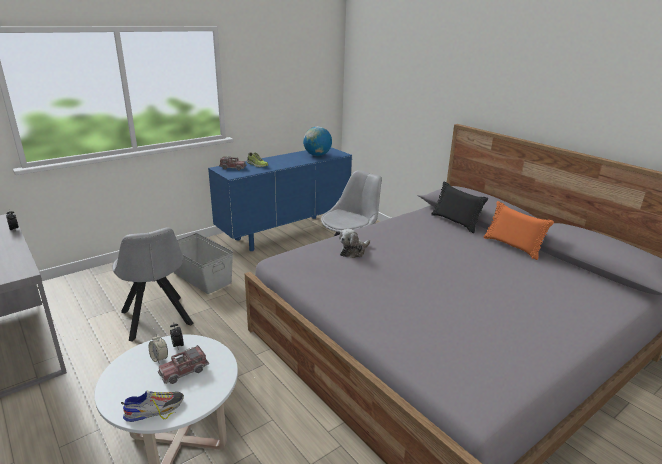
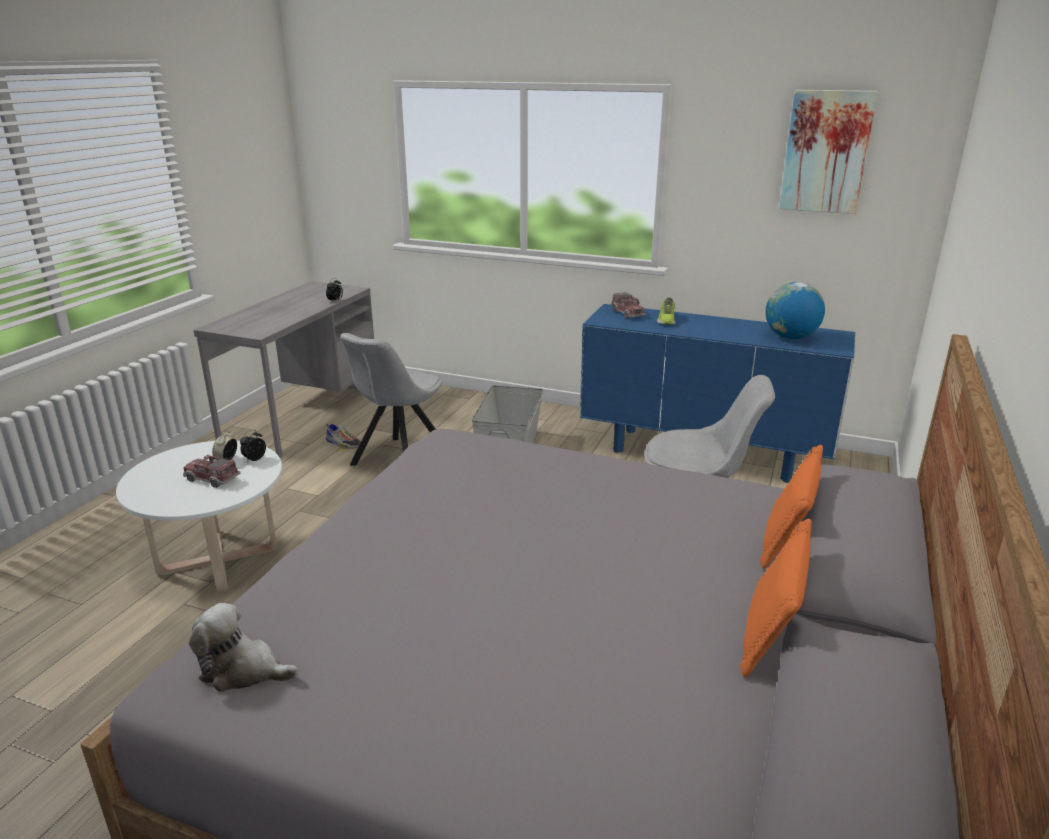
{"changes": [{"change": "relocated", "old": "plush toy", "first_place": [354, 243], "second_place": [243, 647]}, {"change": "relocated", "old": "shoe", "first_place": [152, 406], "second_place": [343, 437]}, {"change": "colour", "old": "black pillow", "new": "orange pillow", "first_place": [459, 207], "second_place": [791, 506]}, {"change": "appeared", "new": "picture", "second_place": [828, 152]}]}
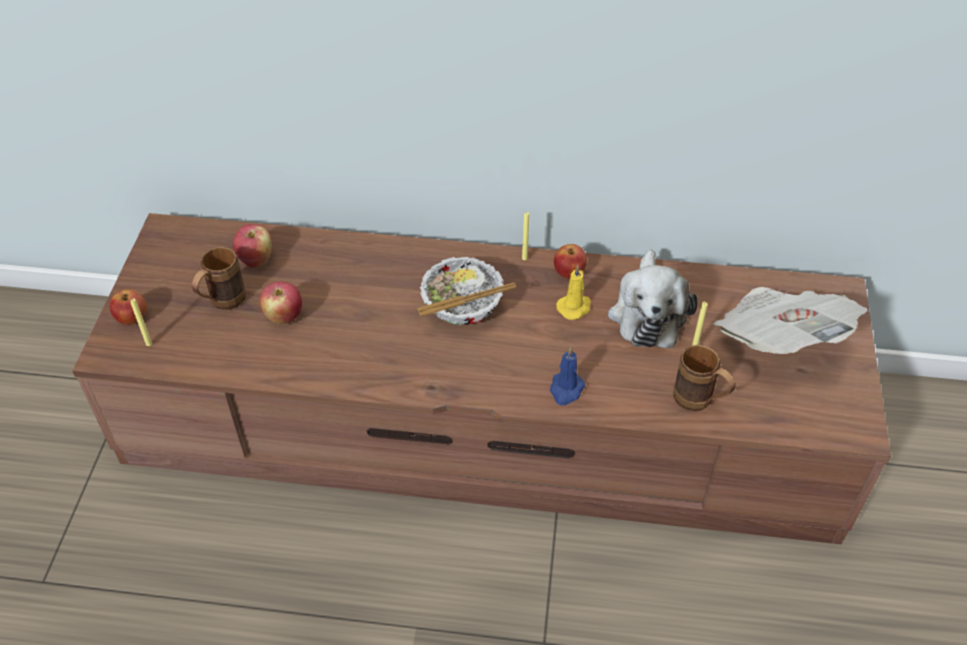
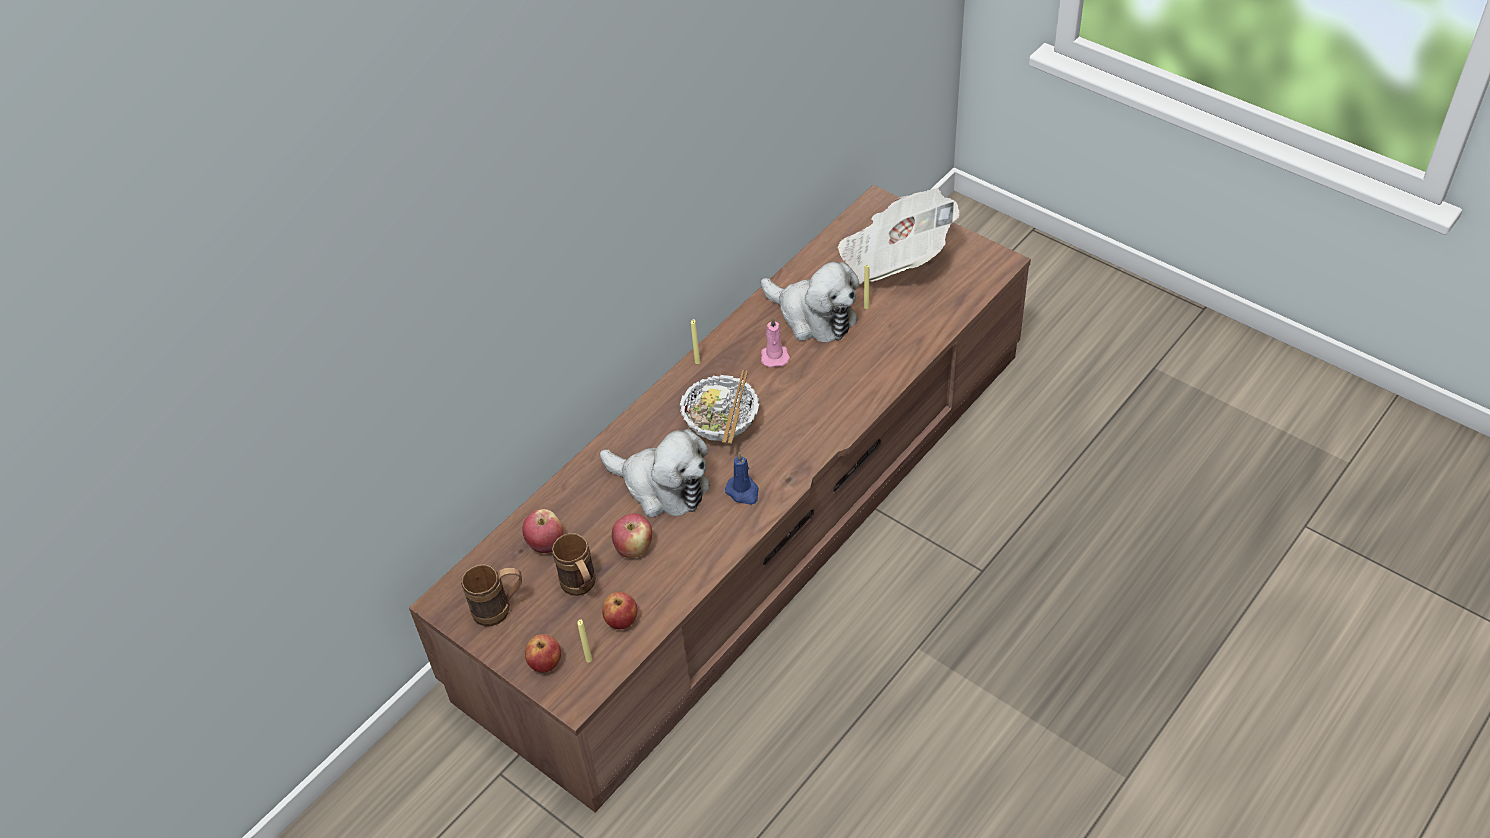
{"changes": [{"change": "relocated", "old": "brown mug", "first_place": [704, 378], "second_place": [491, 595]}, {"change": "appeared", "new": "plush toy", "second_place": [655, 473]}, {"change": "relocated", "old": "apple", "first_place": [570, 261], "second_place": [620, 611]}, {"change": "relocated", "old": "blue candle", "first_place": [567, 376], "second_place": [742, 478]}, {"change": "colour", "old": "yellow candle", "new": "pink candle", "first_place": [573, 292], "second_place": [775, 342]}]}
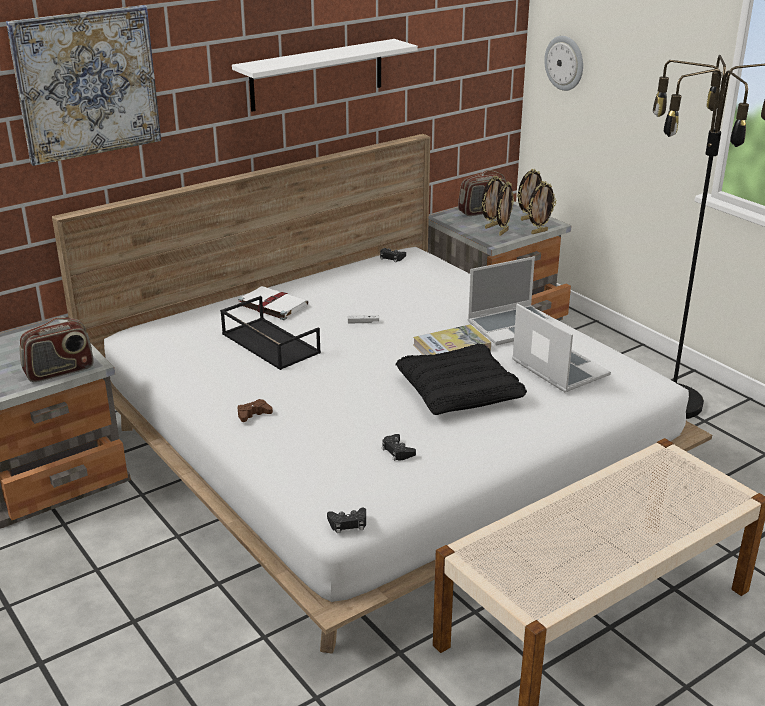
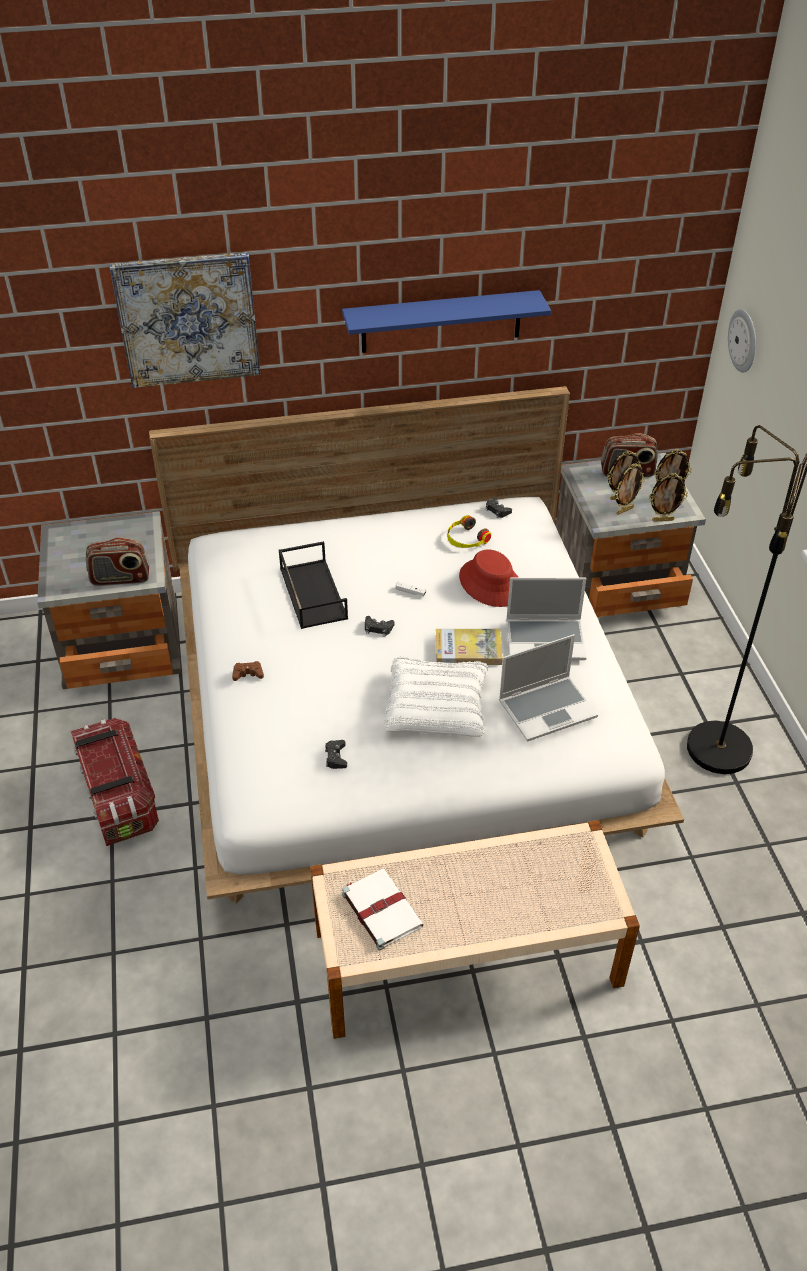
{"changes": [{"change": "appeared", "new": "storage box", "second_place": [115, 782]}, {"change": "colour", "old": "white shelf", "new": "blue shelf", "first_place": [325, 75], "second_place": [446, 321]}, {"change": "relocated", "old": "white book", "first_place": [273, 303], "second_place": [383, 909]}, {"change": "relocated", "old": "black game controller", "first_place": [346, 520], "second_place": [379, 626]}, {"change": "colour", "old": "black pillow", "new": "white pillow", "first_place": [461, 379], "second_place": [436, 696]}, {"change": "appeared", "new": "headphones", "second_place": [469, 531]}, {"change": "appeared", "new": "red hat", "second_place": [489, 578]}, {"change": "spun", "old": "laptop", "first_place": [561, 347], "second_place": [548, 688], "degrees": 75}]}
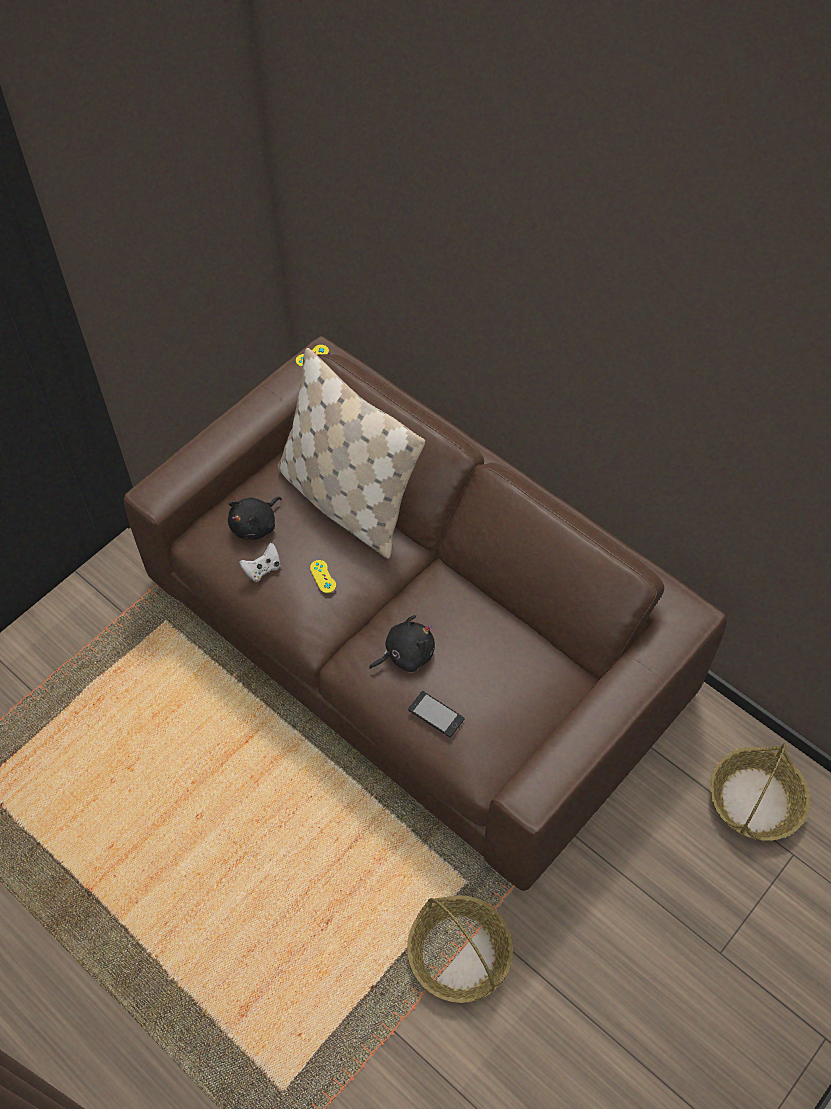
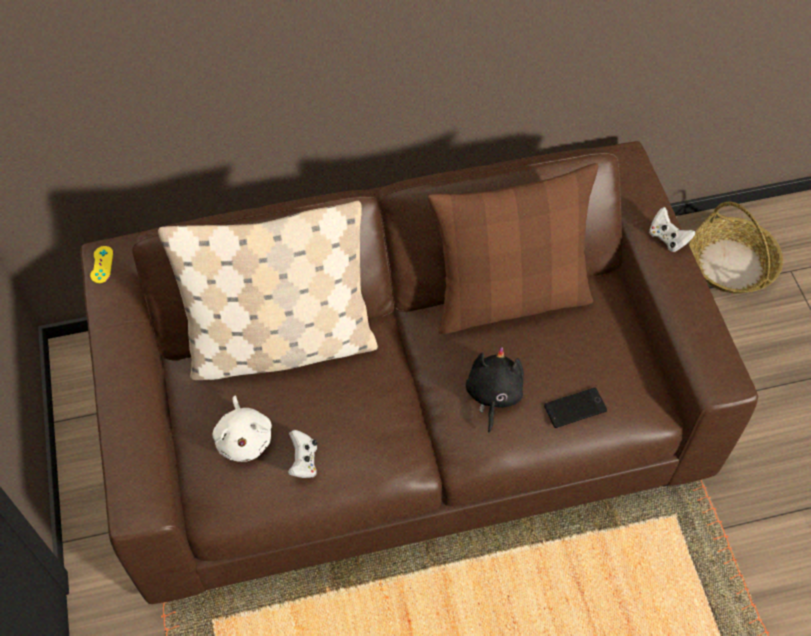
{"changes": [{"change": "colour", "old": "black plush toy", "new": "white plush toy", "first_place": [254, 518], "second_place": [242, 428]}, {"change": "appeared", "new": "brown pillow", "second_place": [513, 248]}, {"change": "appeared", "new": "white game controller", "second_place": [672, 229]}, {"change": "missing", "old": "yellow game controller", "first_place": [323, 576]}, {"change": "missing", "old": "basket", "first_place": [460, 949]}]}
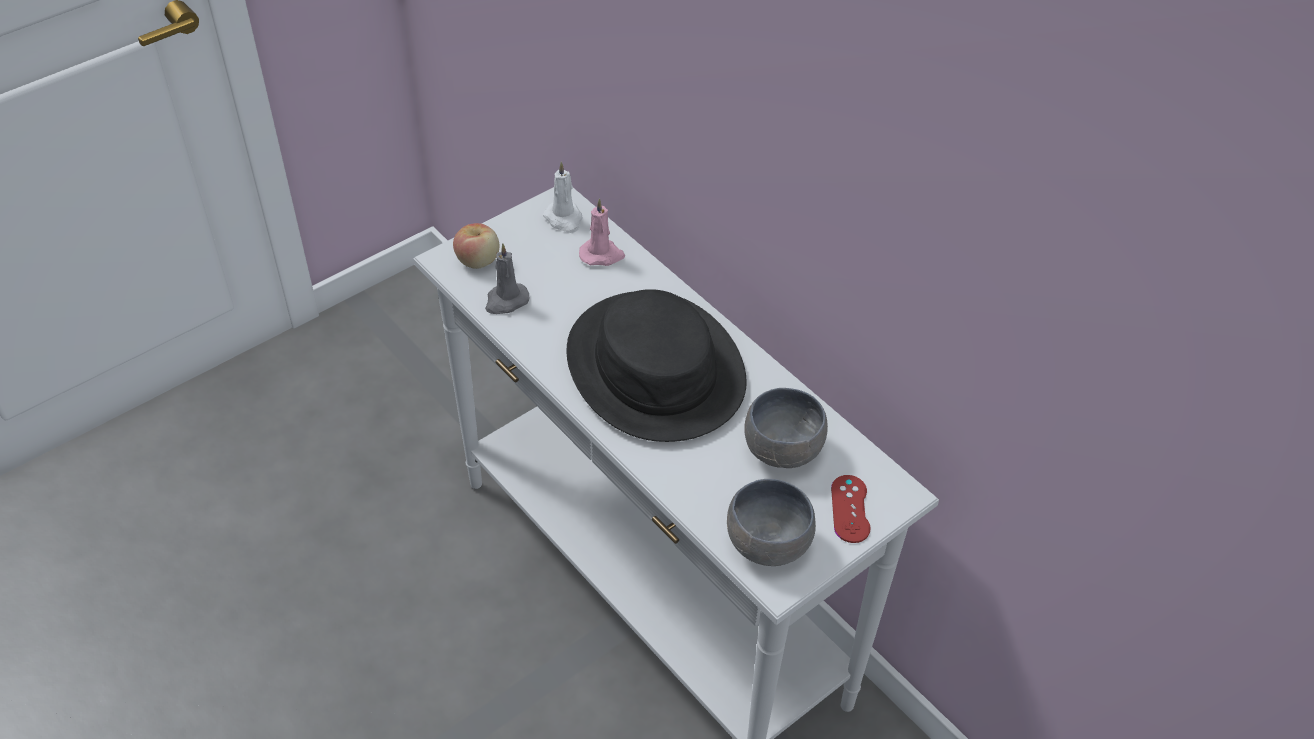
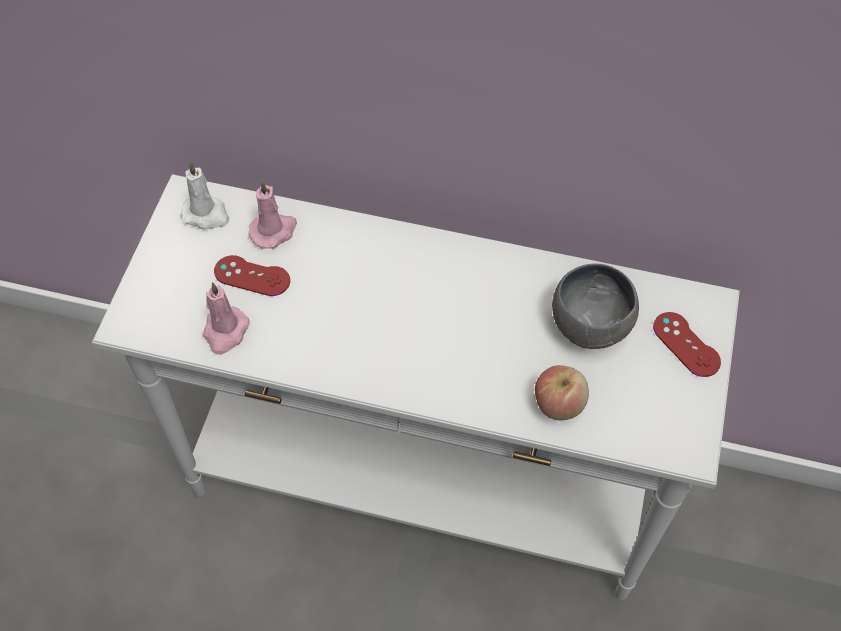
{"changes": [{"change": "colour", "old": "grey candle", "new": "pink candle", "first_place": [507, 279], "second_place": [226, 318]}, {"change": "appeared", "new": "red game controller", "second_place": [252, 275]}, {"change": "relocated", "old": "apple", "first_place": [476, 246], "second_place": [562, 392]}, {"change": "missing", "old": "black hat", "first_place": [656, 365]}, {"change": "missing", "old": "grey bowl", "first_place": [771, 522]}]}
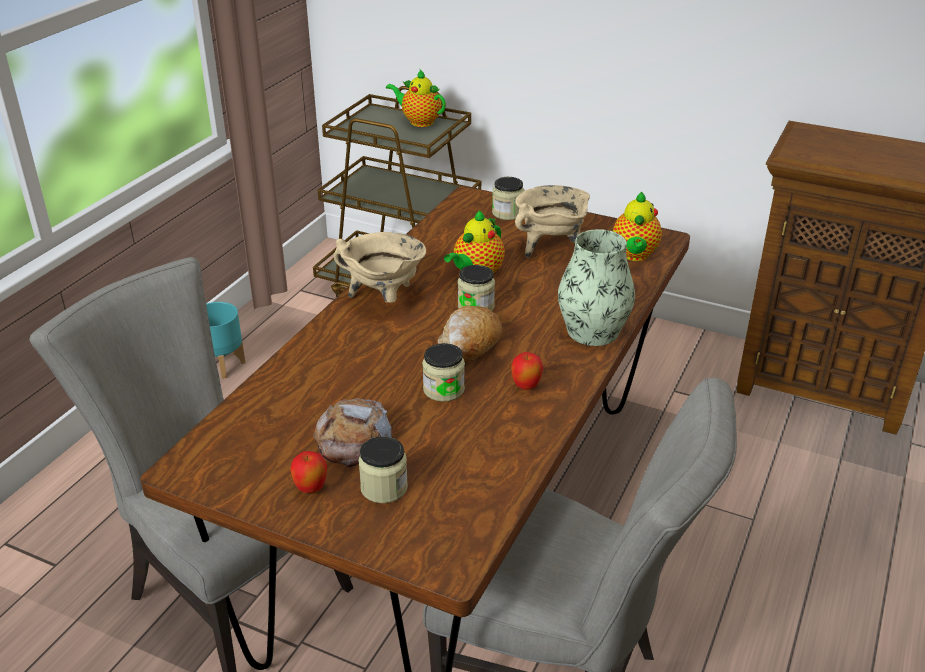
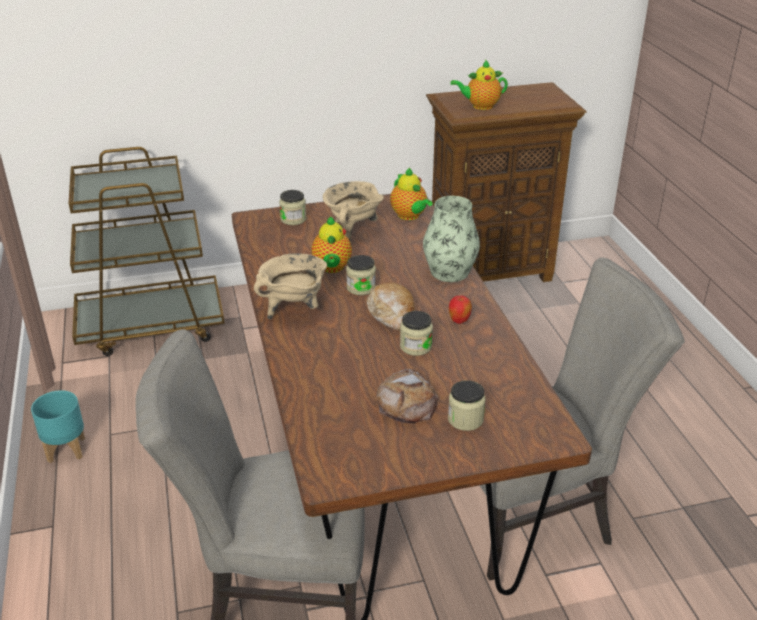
{"changes": [{"change": "relocated", "old": "teapot", "first_place": [416, 98], "second_place": [479, 85]}, {"change": "missing", "old": "apple", "first_place": [308, 472]}]}
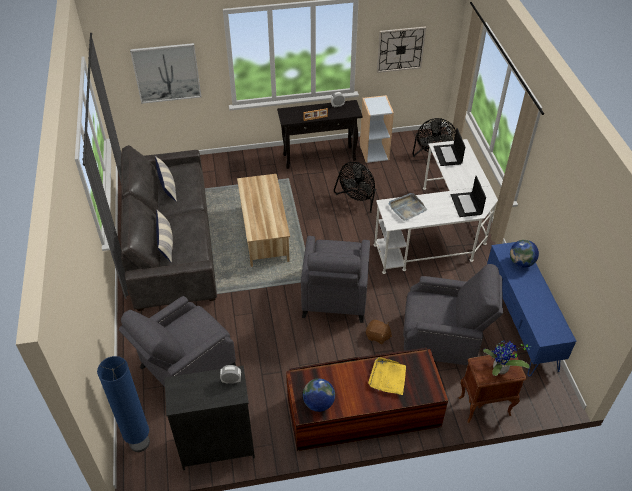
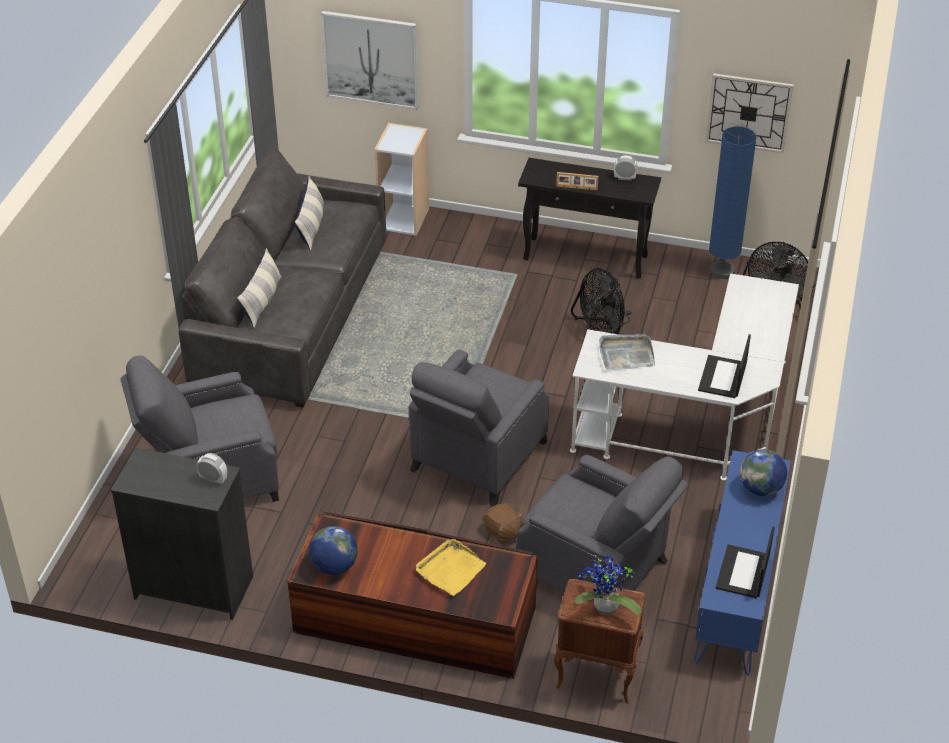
{"changes": [{"change": "relocated", "old": "bookcase", "first_place": [377, 129], "second_place": [401, 179]}, {"change": "relocated", "old": "blue floor lamp", "first_place": [123, 404], "second_place": [733, 202]}, {"change": "relocated", "old": "laptop", "first_place": [449, 147], "second_place": [745, 562]}, {"change": "missing", "old": "beige coffee table", "first_place": [263, 220]}]}
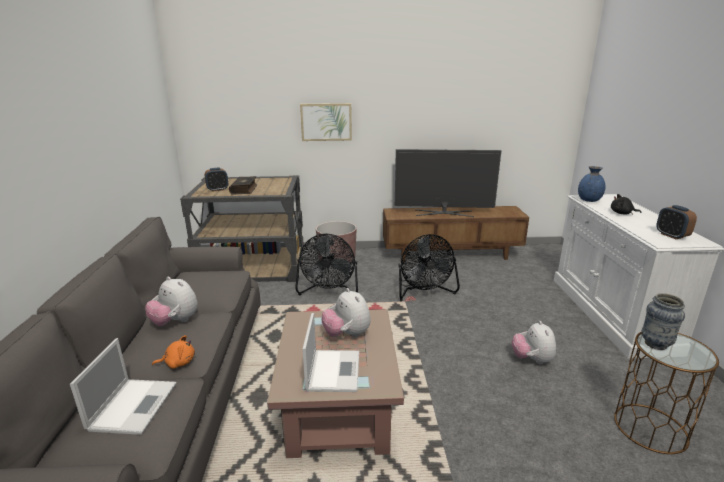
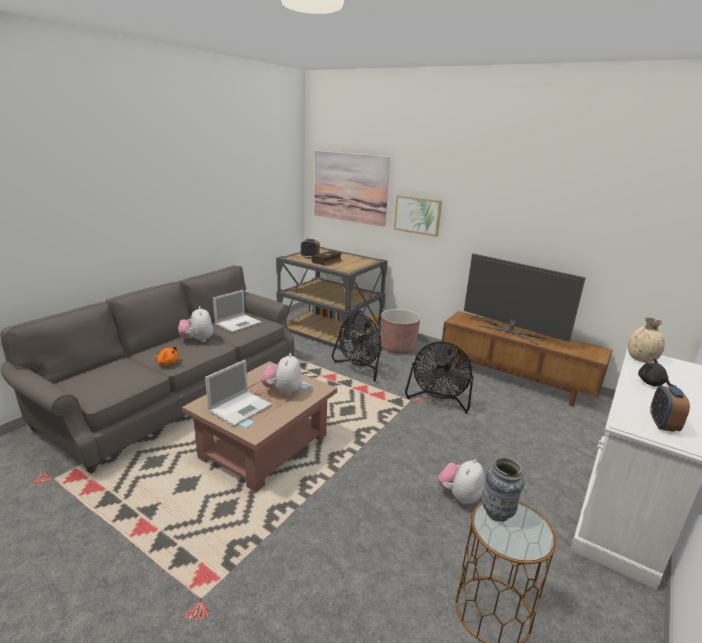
{"changes": [{"change": "relocated", "old": "laptop", "first_place": [123, 386], "second_place": [237, 311]}, {"change": "appeared", "new": "picture", "second_place": [352, 189]}, {"change": "colour", "old": "blue vase", "new": "beige vase", "first_place": [591, 184], "second_place": [646, 340]}]}
